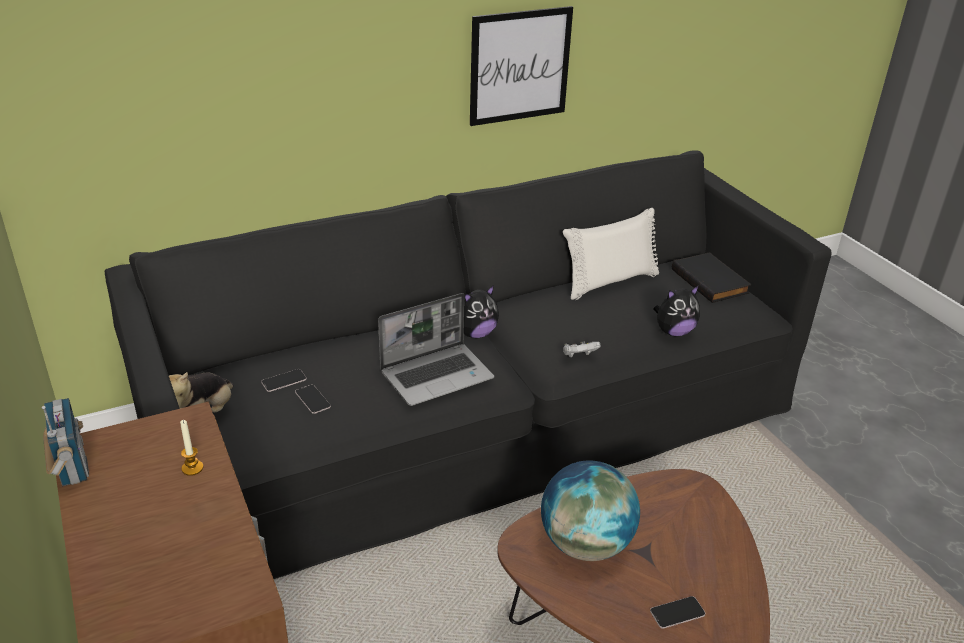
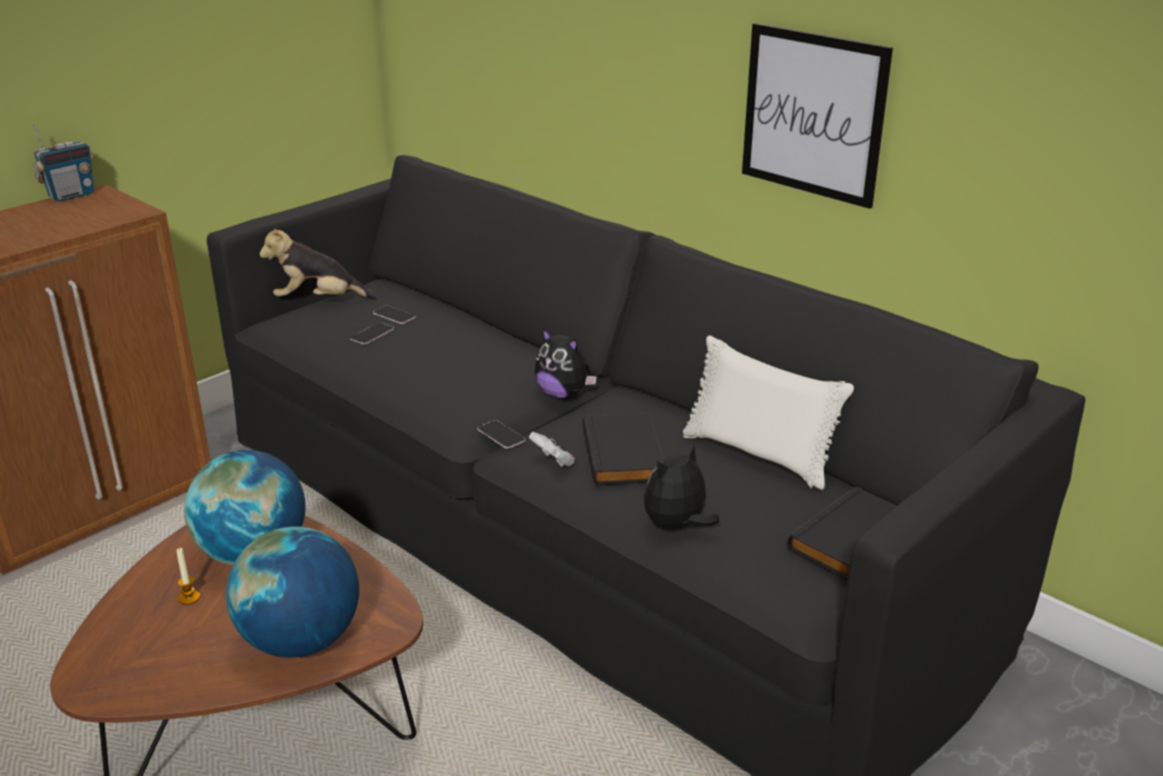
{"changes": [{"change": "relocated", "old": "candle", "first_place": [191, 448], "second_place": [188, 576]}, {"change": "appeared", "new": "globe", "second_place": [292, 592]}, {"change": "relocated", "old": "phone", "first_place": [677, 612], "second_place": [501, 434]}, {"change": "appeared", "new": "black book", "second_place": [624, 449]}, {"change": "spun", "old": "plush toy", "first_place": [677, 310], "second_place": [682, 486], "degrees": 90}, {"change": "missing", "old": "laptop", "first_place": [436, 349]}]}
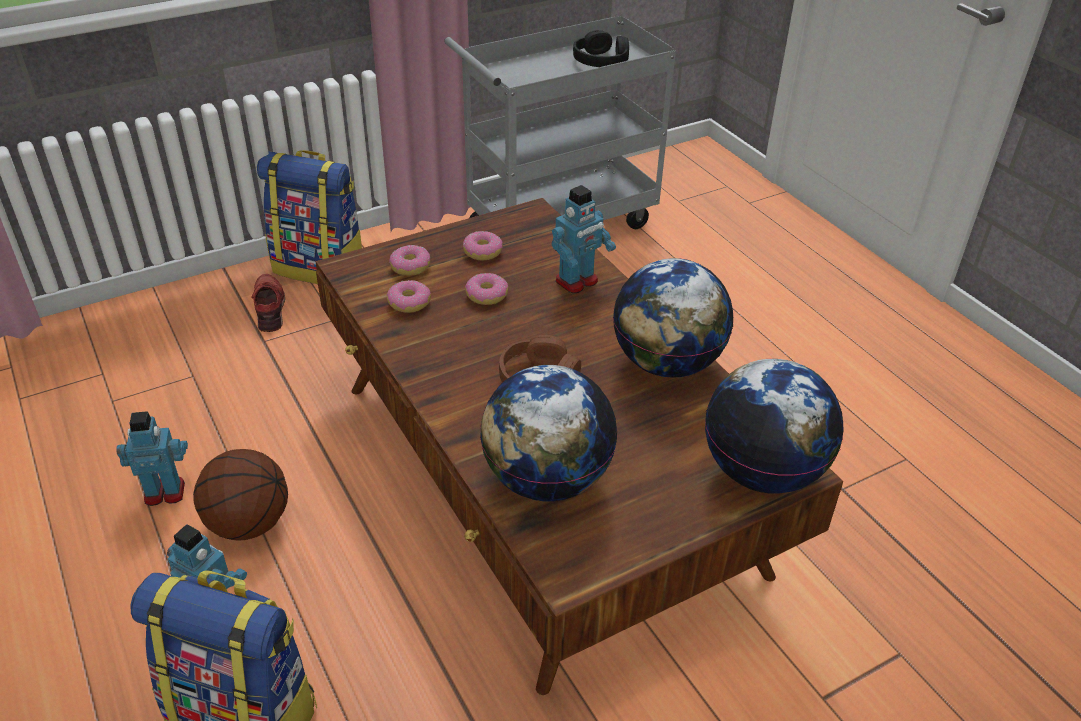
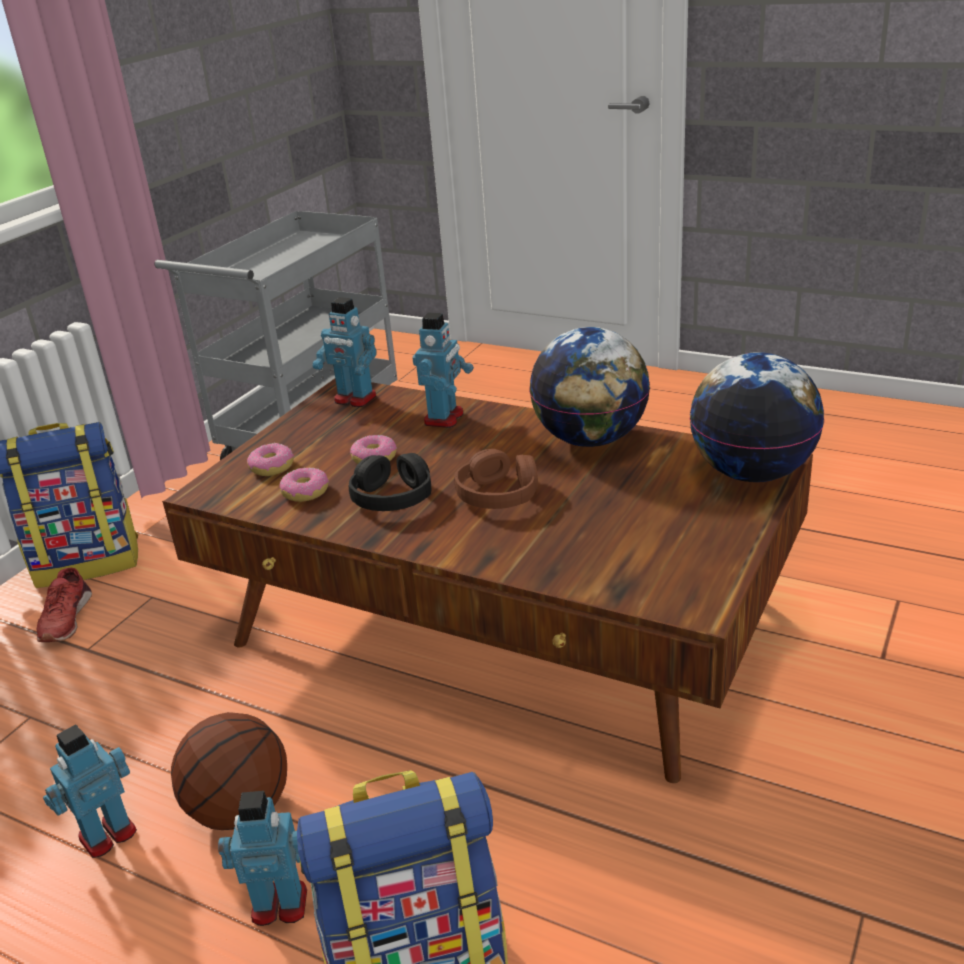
{"changes": [{"change": "spun", "old": "red shoe", "first_place": [268, 303], "second_place": [64, 604], "degrees": -135}, {"change": "appeared", "new": "toy robot", "second_place": [345, 352]}, {"change": "relocated", "old": "black headphones", "first_place": [601, 48], "second_place": [390, 482]}, {"change": "missing", "old": "donut", "first_place": [483, 245]}, {"change": "missing", "old": "globe", "first_place": [549, 433]}]}
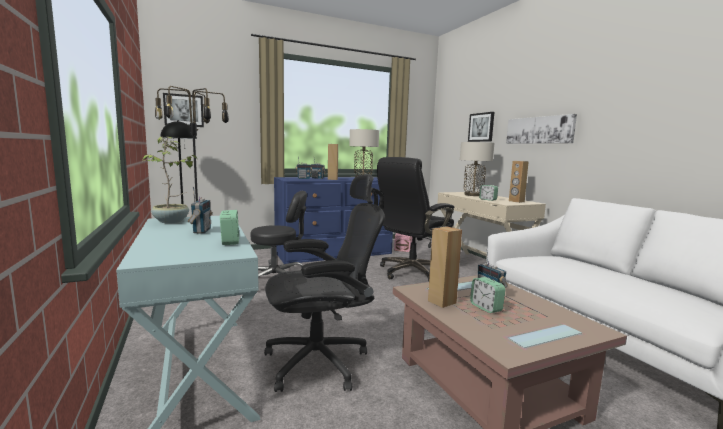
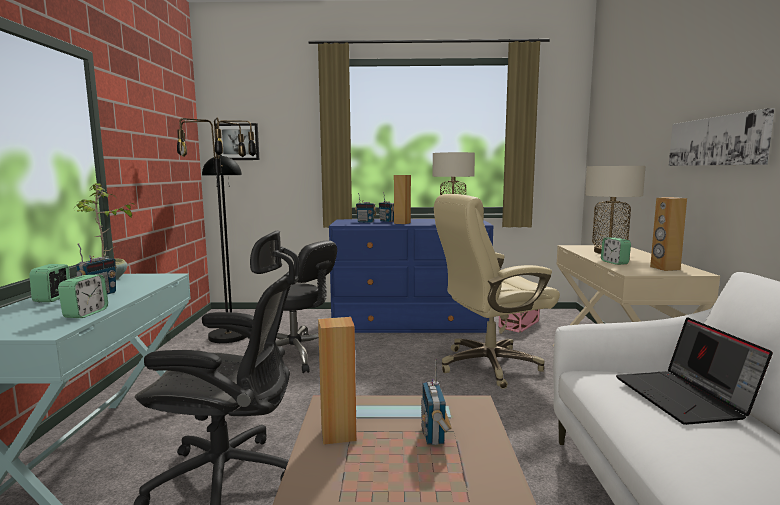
{"changes": [{"change": "relocated", "old": "alarm clock", "first_place": [487, 295], "second_place": [49, 283]}, {"change": "colour", "old": "black office chair", "new": "beige office chair", "first_place": [416, 219], "second_place": [497, 291]}, {"change": "appeared", "new": "laptop", "second_place": [694, 371]}, {"change": "missing", "old": "picture", "first_place": [481, 127]}]}
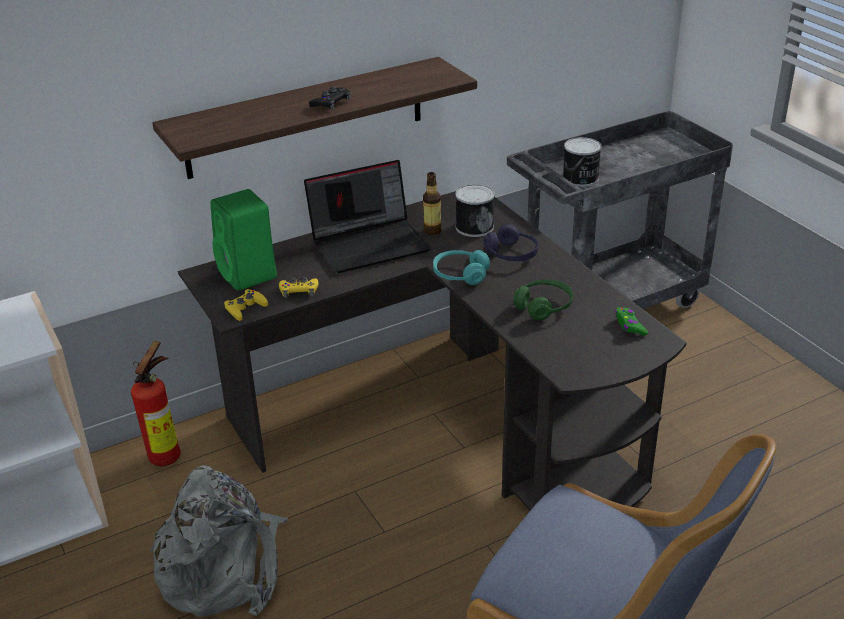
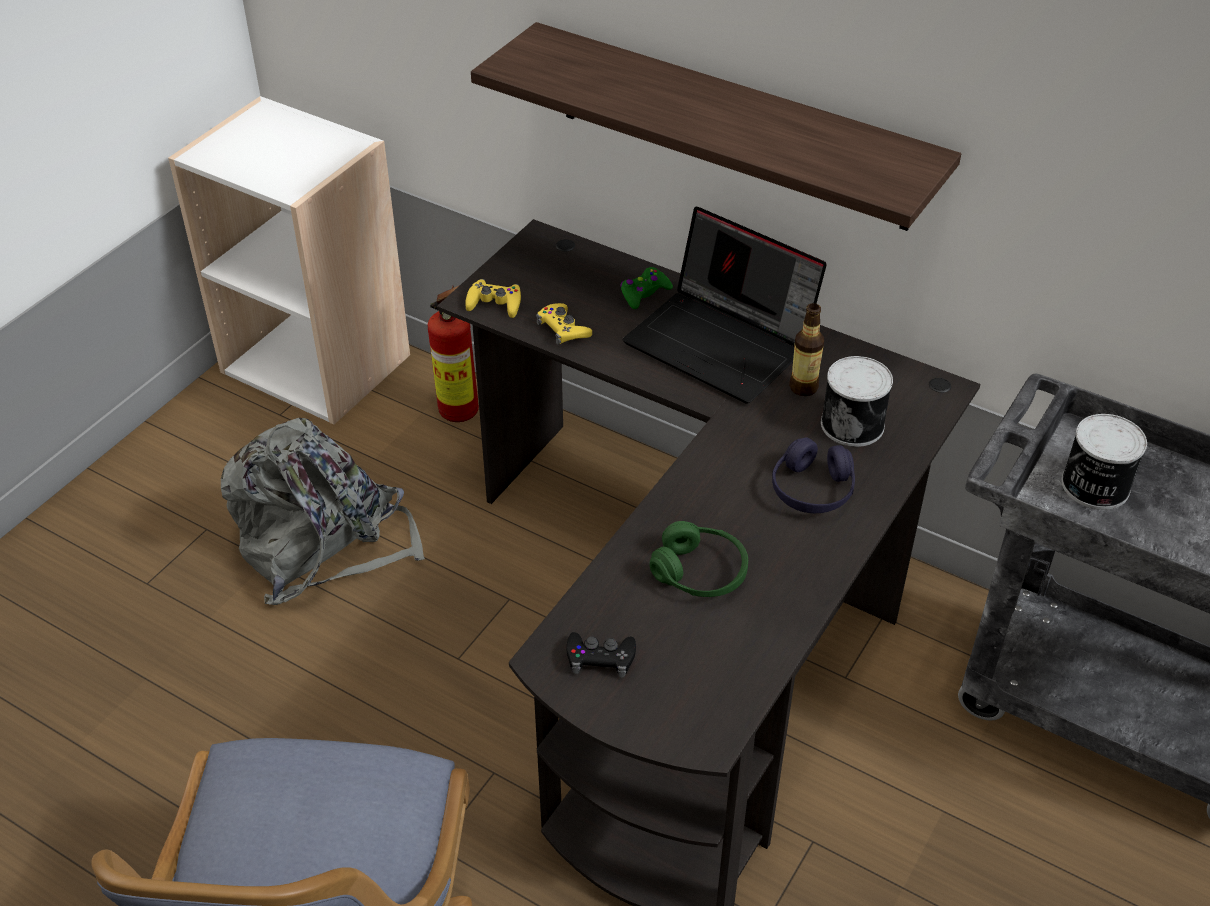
{"changes": [{"change": "relocated", "old": "black game controller", "first_place": [330, 98], "second_place": [601, 655]}, {"change": "relocated", "old": "green game controller", "first_place": [631, 321], "second_place": [646, 288]}, {"change": "missing", "old": "green speaker", "first_place": [243, 239]}, {"change": "missing", "old": "turquoise headphones", "first_place": [461, 267]}]}
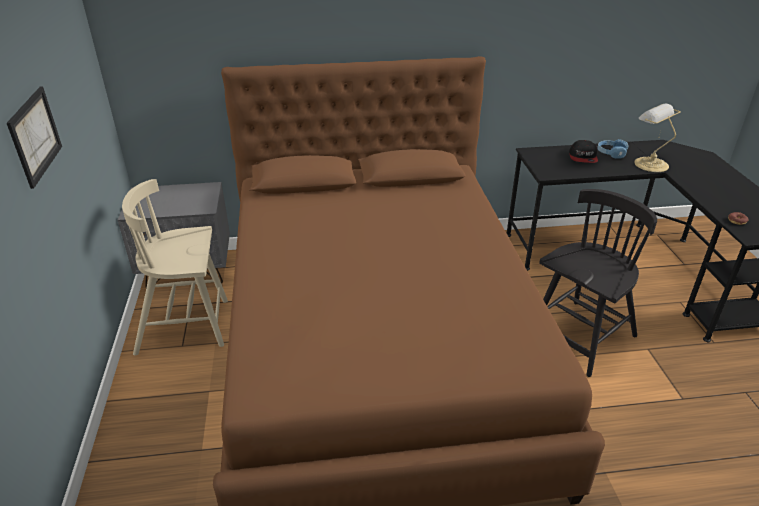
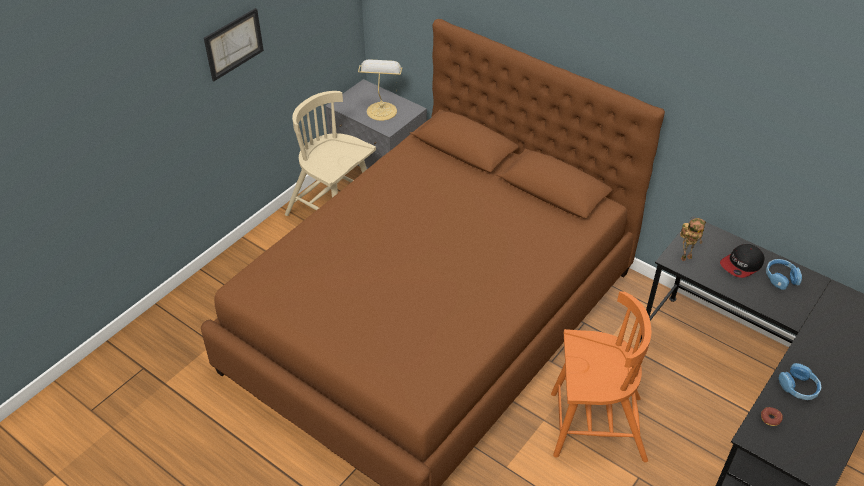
{"changes": [{"change": "relocated", "old": "table lamp", "first_place": [657, 138], "second_place": [380, 90]}, {"change": "colour", "old": "black chair", "new": "orange chair", "first_place": [598, 283], "second_place": [601, 376]}, {"change": "appeared", "new": "toy robot", "second_place": [693, 239]}, {"change": "appeared", "new": "blue headphones", "second_place": [800, 381]}]}
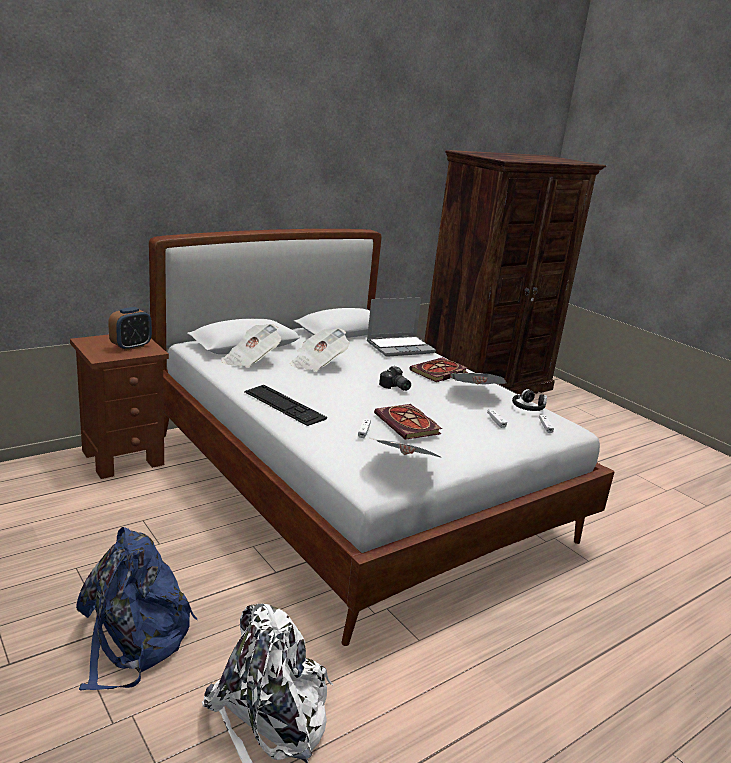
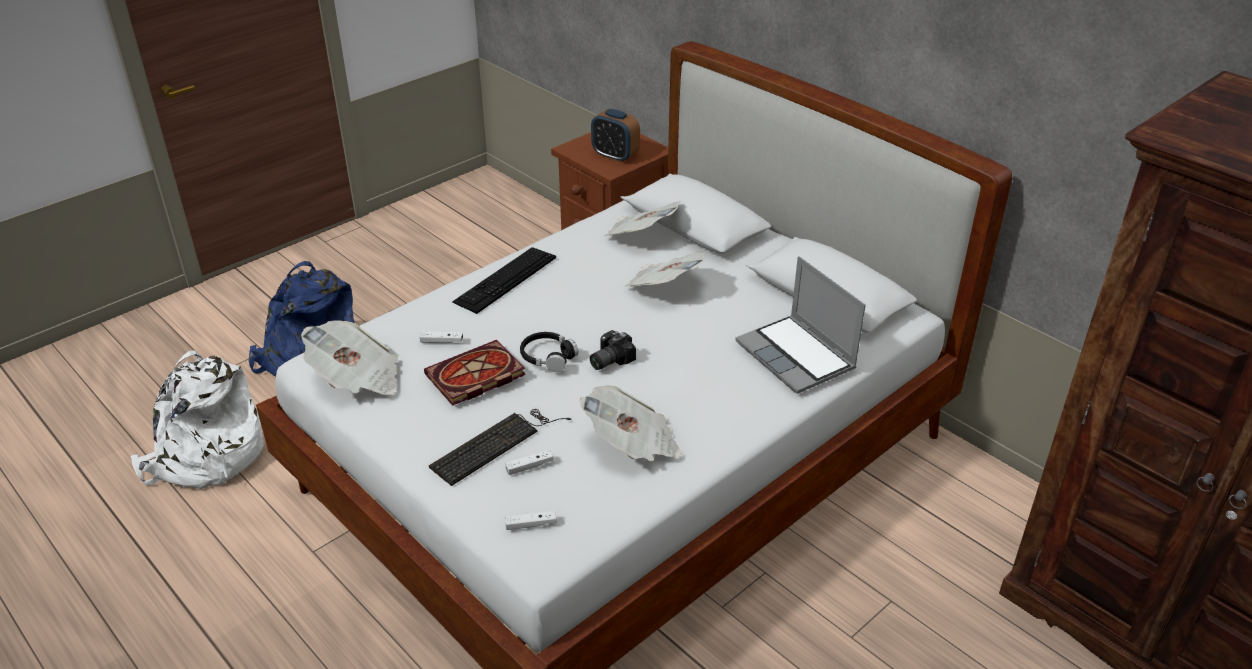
{"changes": [{"change": "appeared", "new": "keyboard", "second_place": [500, 447]}, {"change": "relocated", "old": "black headphones", "first_place": [529, 400], "second_place": [549, 352]}, {"change": "missing", "old": "book", "first_place": [438, 369]}]}
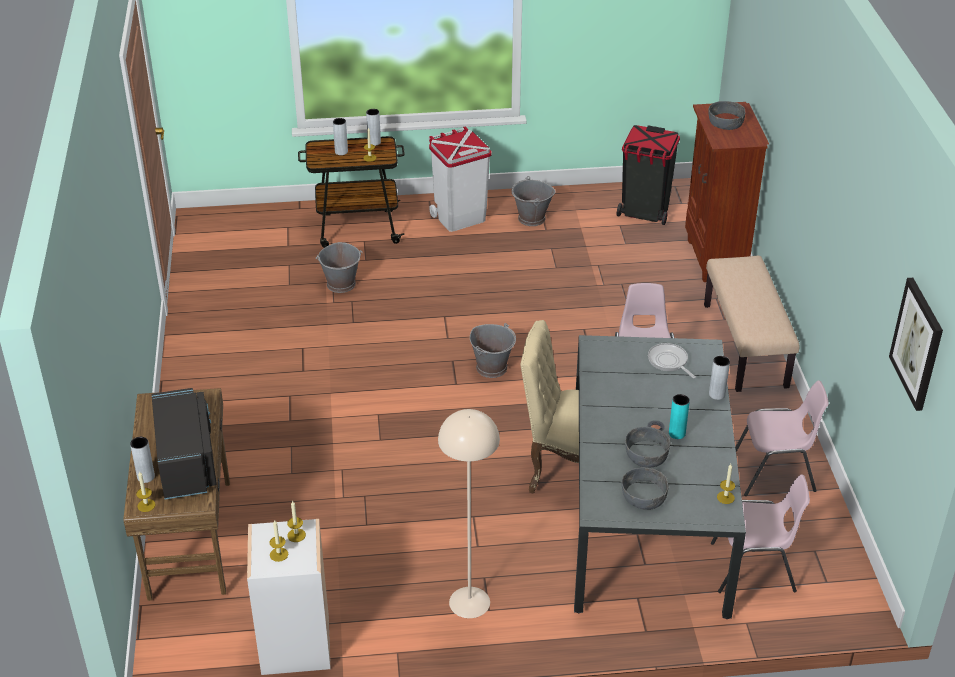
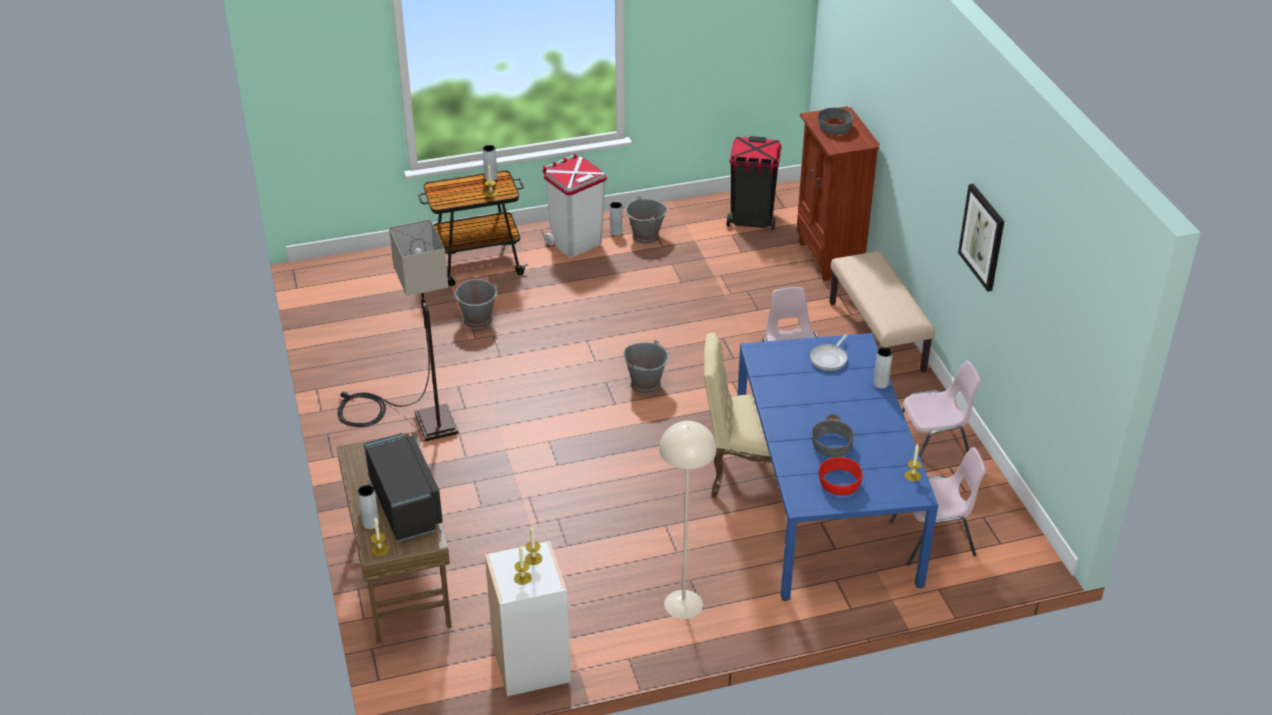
{"changes": [{"change": "appeared", "new": "floor lamp", "second_place": [398, 330]}, {"change": "relocated", "old": "grey vase", "first_place": [340, 136], "second_place": [616, 219]}, {"change": "colour", "old": "grey dining table", "new": "blue dining table", "first_place": [660, 477], "second_place": [837, 467]}, {"change": "spun", "old": "frying pan", "first_place": [672, 360], "second_place": [829, 352], "degrees": -105}, {"change": "colour", "old": "grey bowl", "new": "red bowl", "first_place": [645, 488], "second_place": [841, 476]}, {"change": "relocated", "old": "picture", "first_place": [916, 344], "second_place": [981, 238]}, {"change": "missing", "old": "turquoise vase", "first_place": [679, 416]}]}
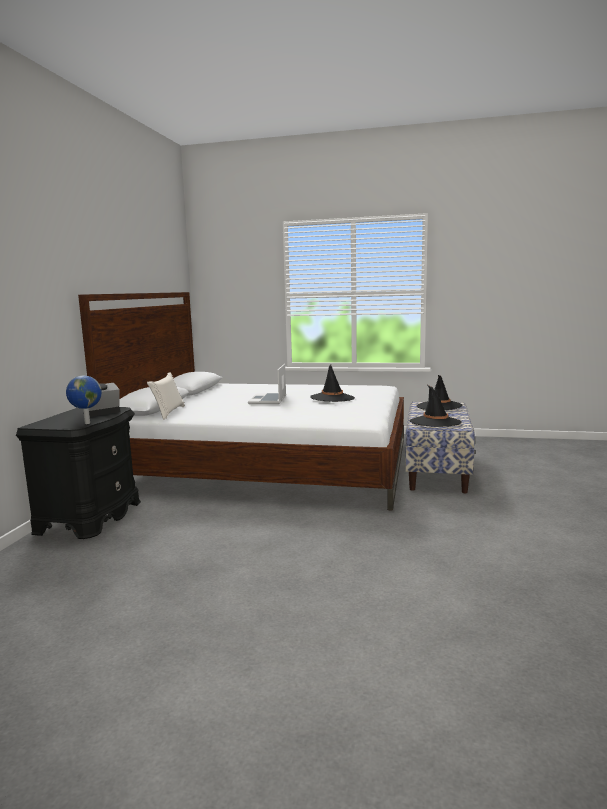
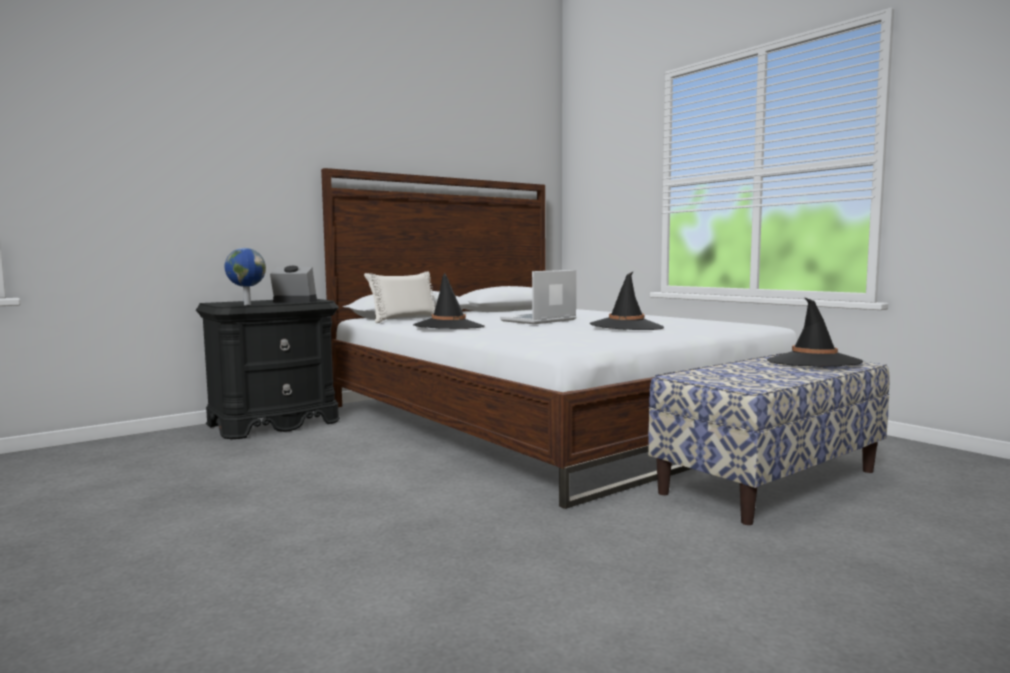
{"changes": [{"change": "relocated", "old": "black hat", "first_place": [436, 406], "second_place": [449, 301]}]}
